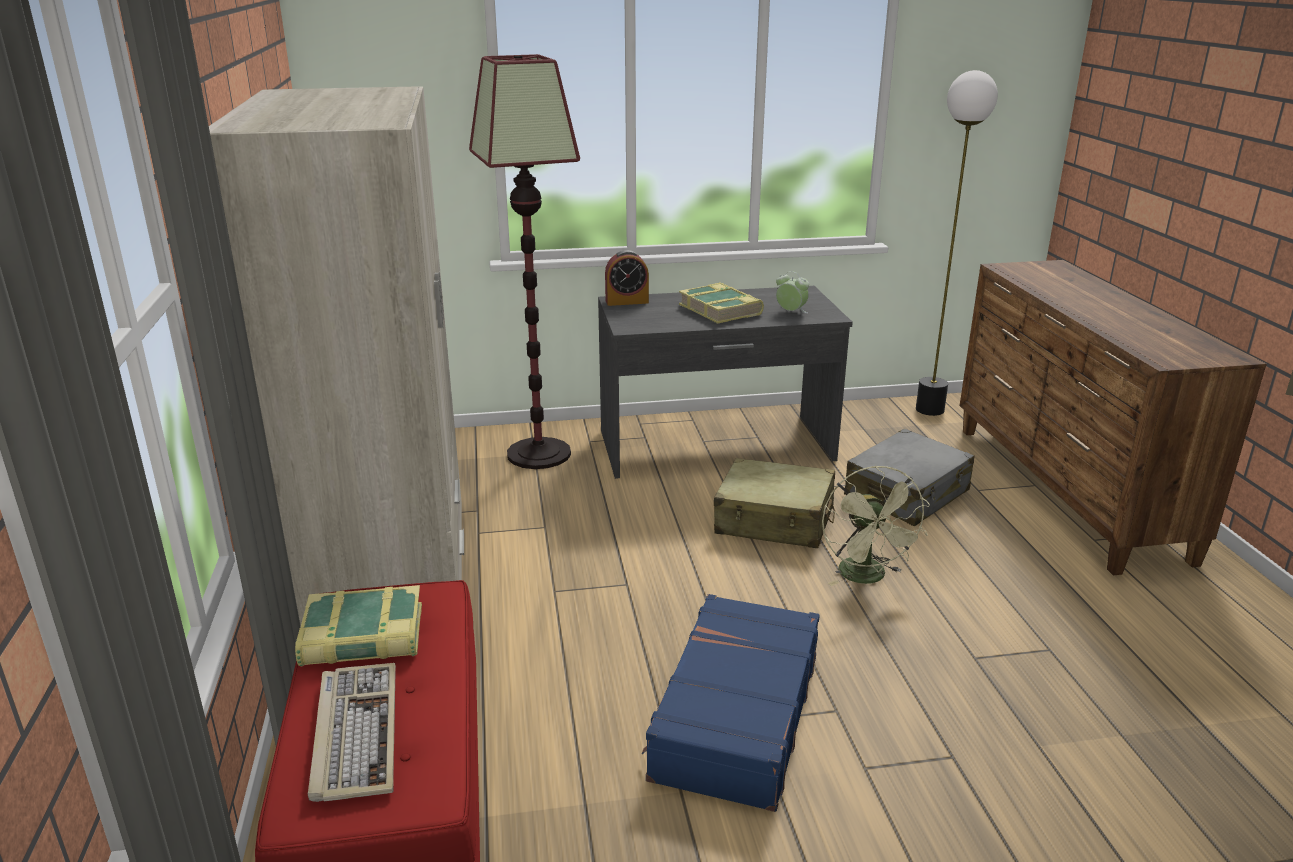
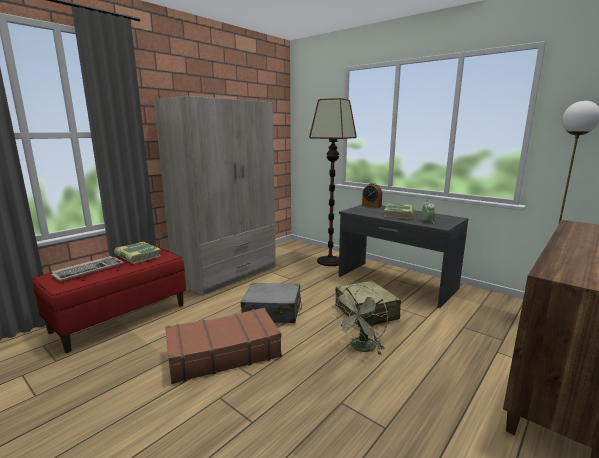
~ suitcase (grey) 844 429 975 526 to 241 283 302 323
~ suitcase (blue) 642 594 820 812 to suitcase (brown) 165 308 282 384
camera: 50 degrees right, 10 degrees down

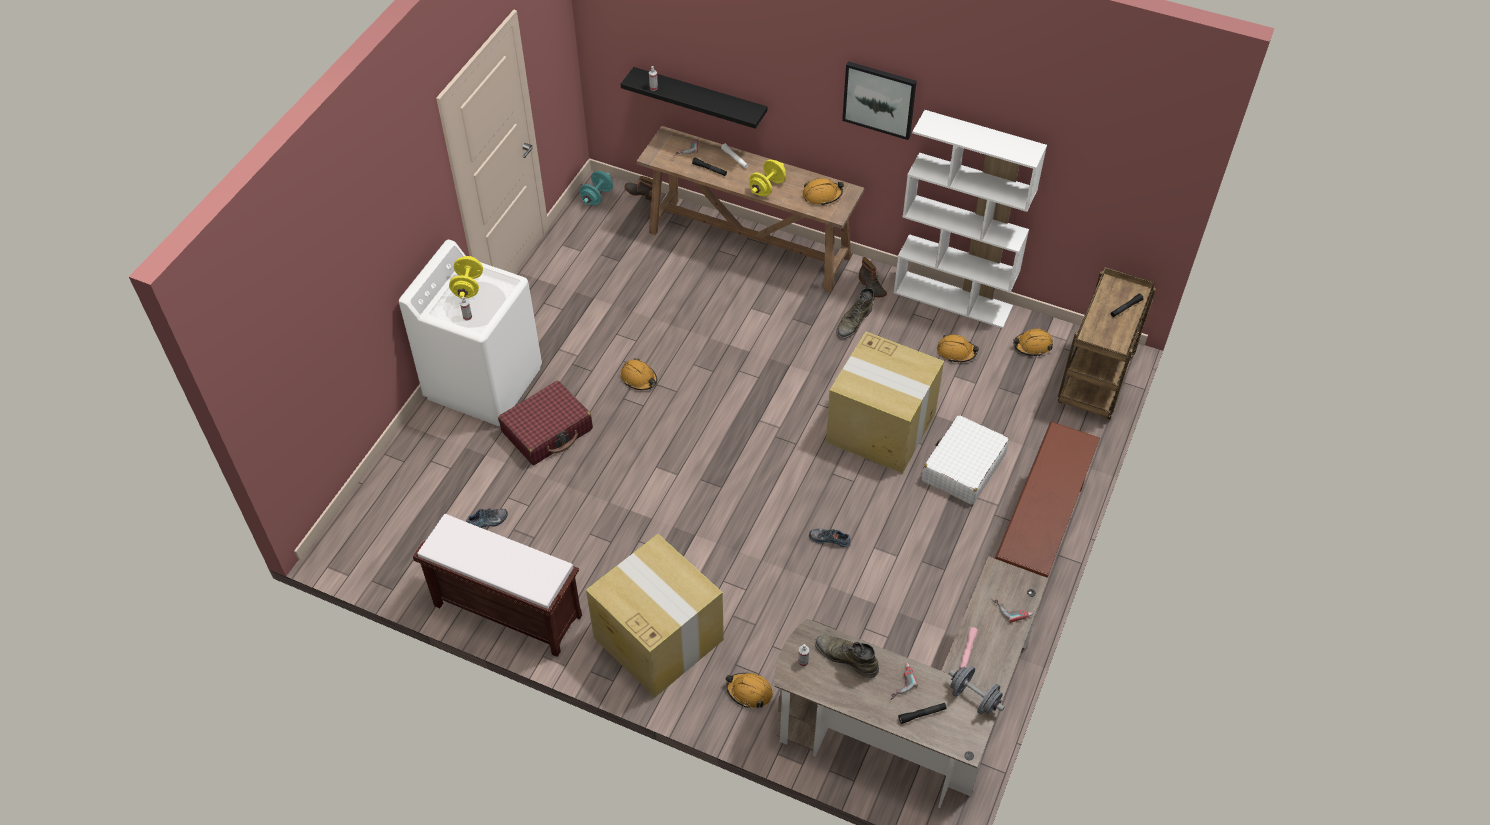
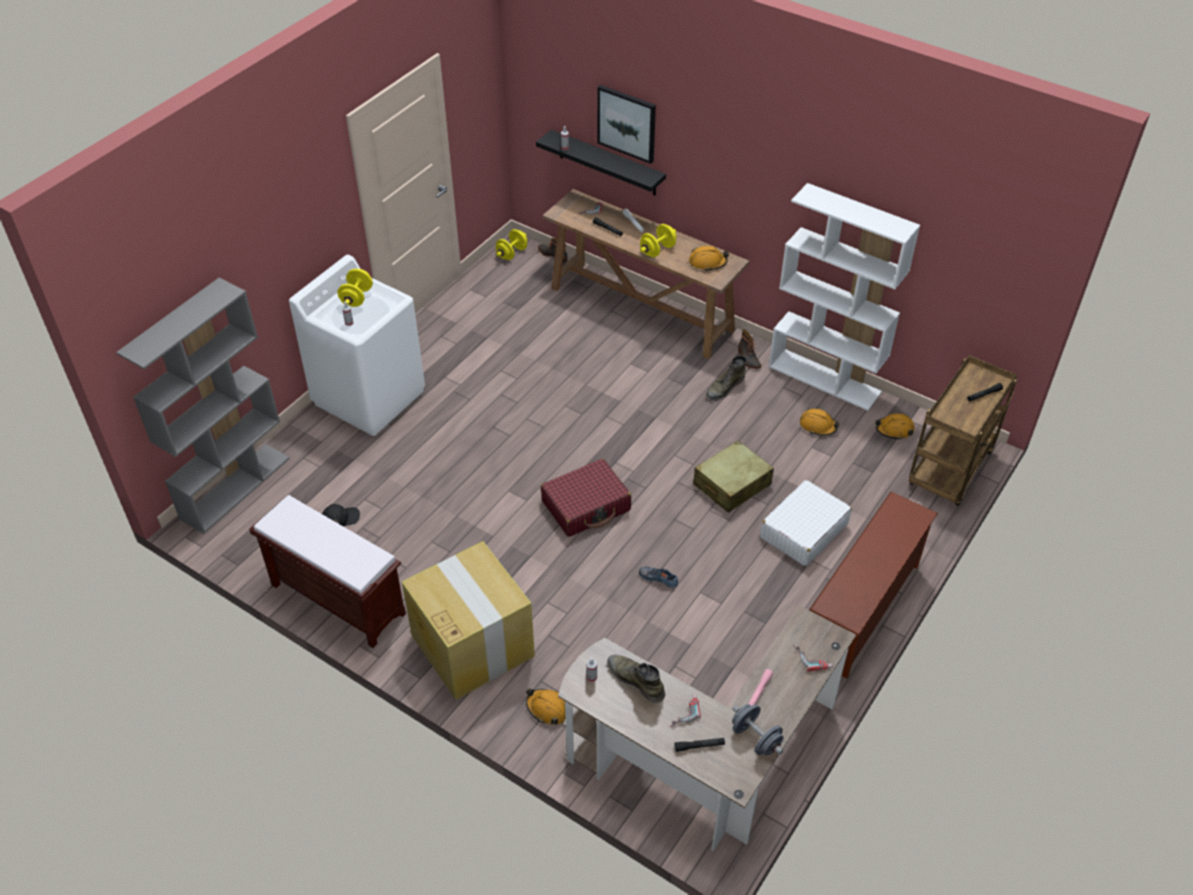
- hard hat (orange) 621 358 657 390
+ bookcase (grey) 116 278 290 534
~ suitcase (red) 498 380 593 465 to 541 459 631 537
~ picture 842 61 917 140 to 597 85 656 164
~ shoe 467 508 508 528 to cap (black) 322 504 360 527
~ cardboard box 826 332 944 473 to suitcase (beige) 693 441 774 513
~ dumbbell (turquoise) 580 171 613 205 to dumbbell (yellow) 496 229 527 260
camera: 10 degrees right, 5 degrees down

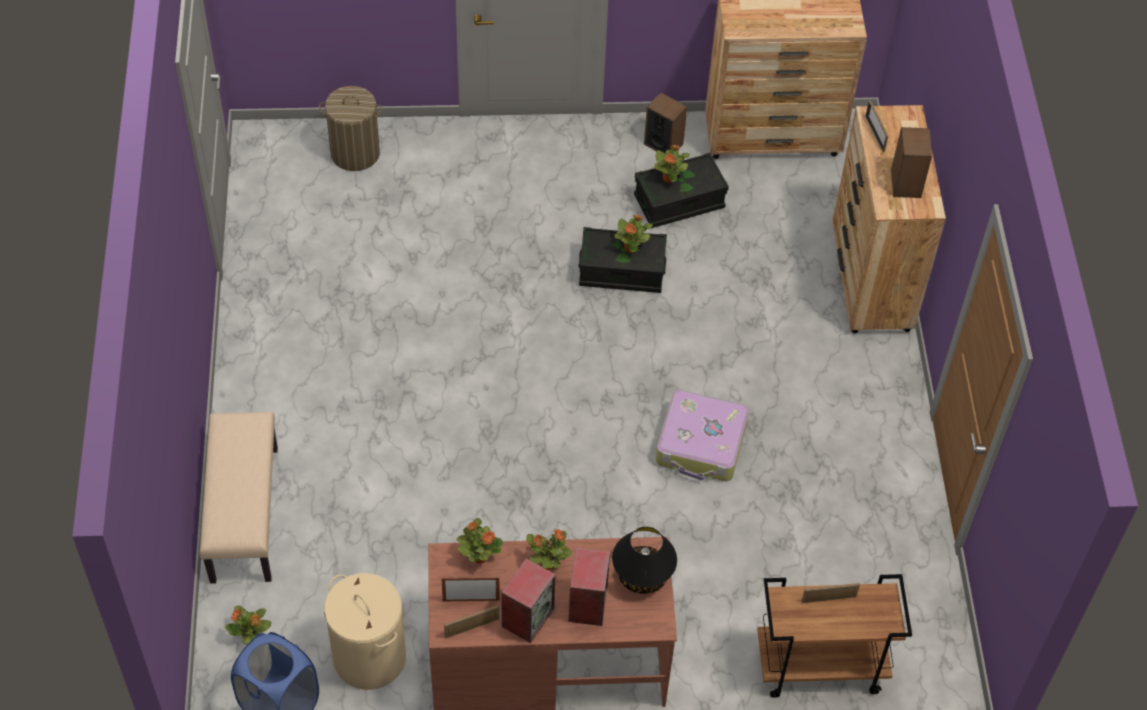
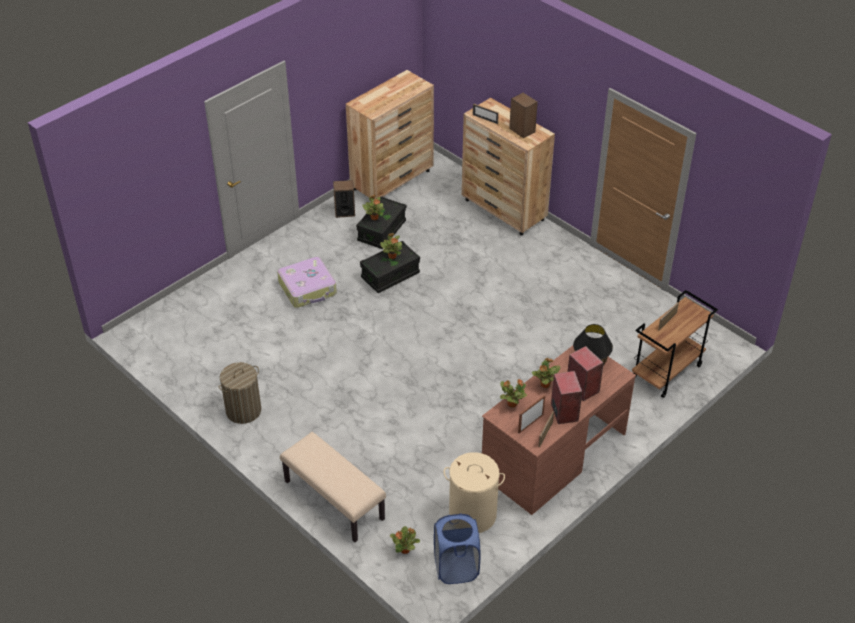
~ laundry basket 319 86 382 171 to 218 362 261 424
~ suitcase 656 390 749 481 to 277 257 337 308
camera: 40 degrees left, 10 degrees down

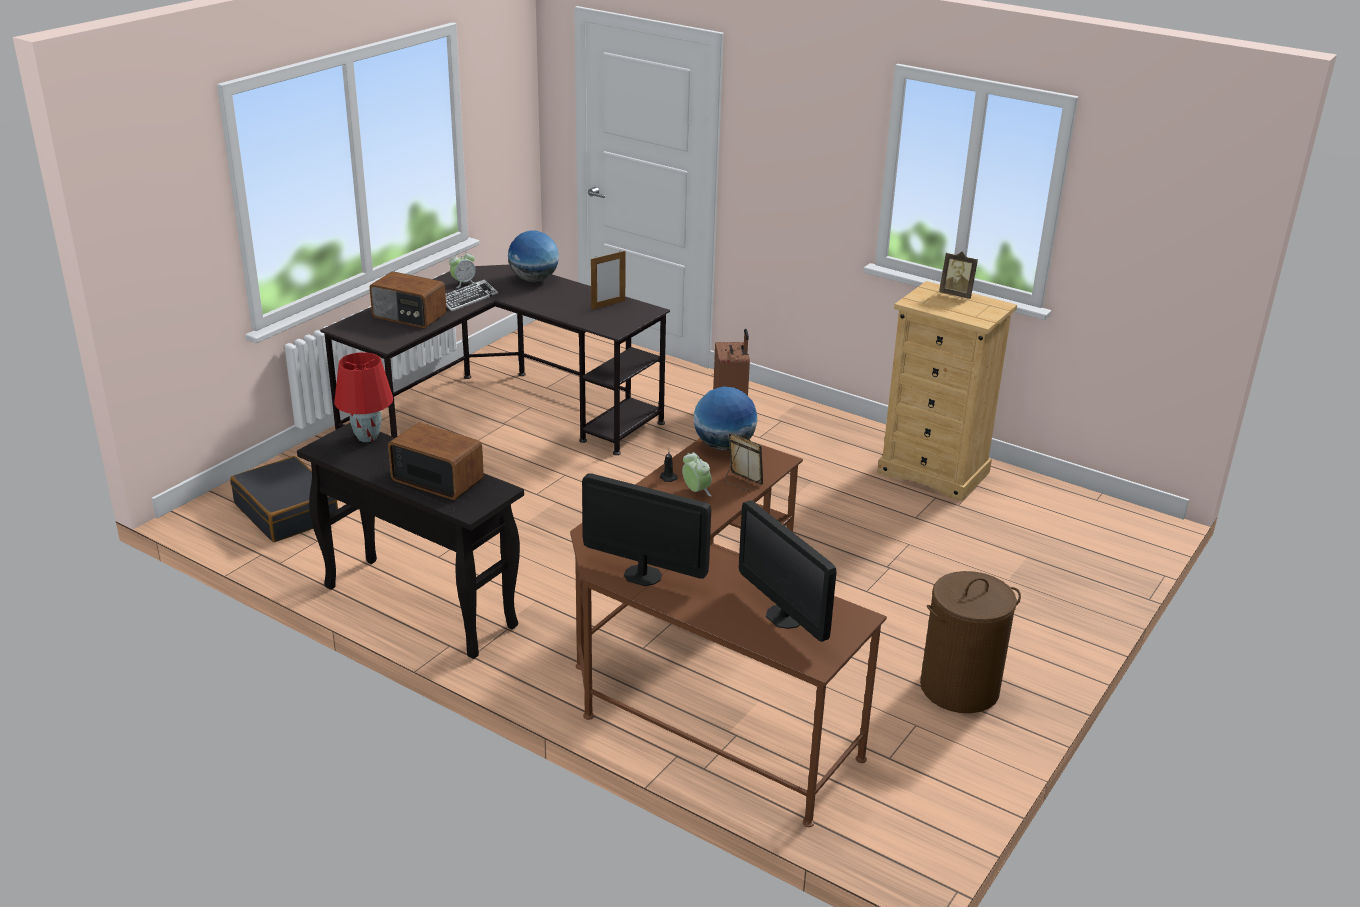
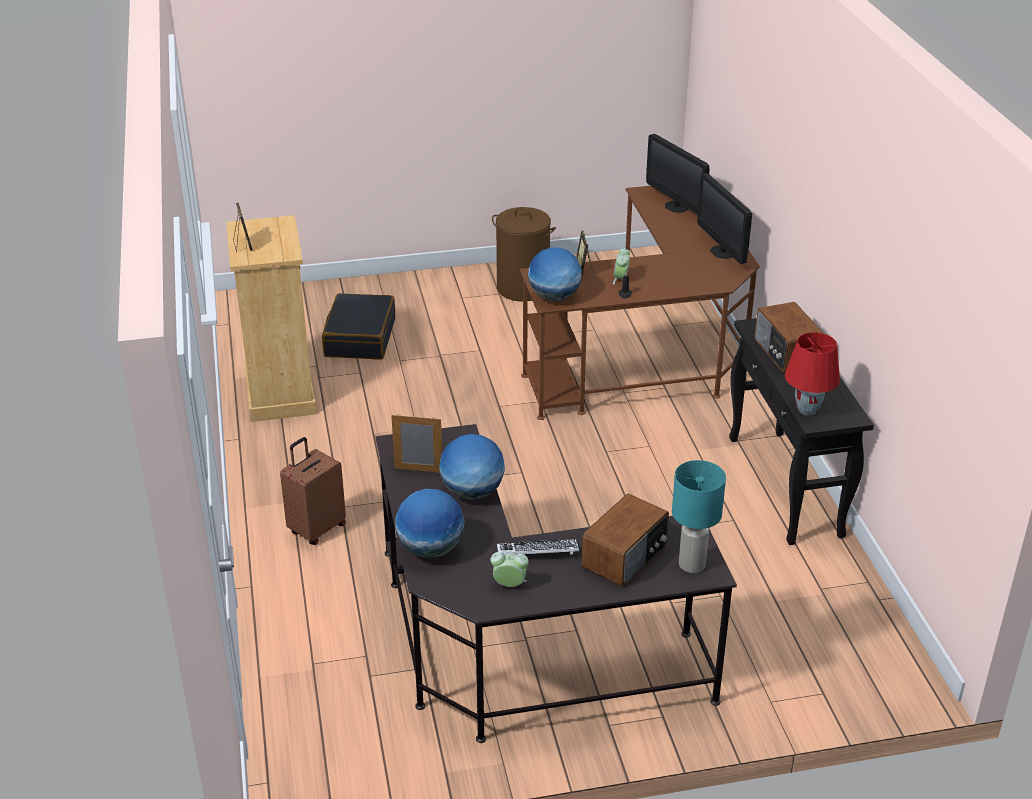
+ globe 440 434 505 500
+ table lamp (turquoise) 672 460 726 573
~ suitcase (black) 230 456 338 542 to 322 293 395 360
~ radio 369 271 447 328 = 582 493 669 587 60 degrees clockwise
~ monitor 739 500 836 642 = 646 134 710 214 135 degrees clockwise
camera: 135 degrees left, 5 degrees up

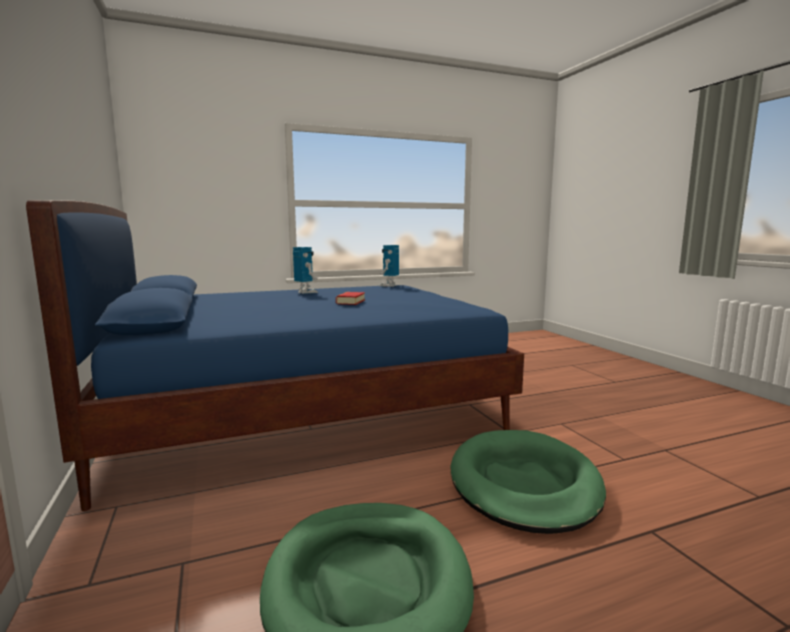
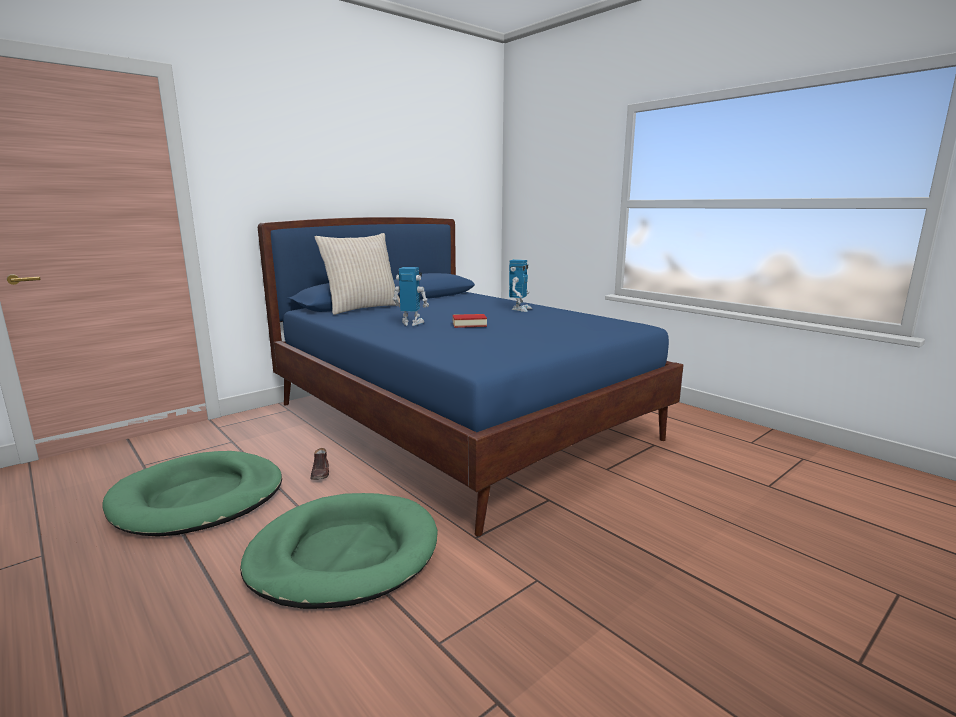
+ shoe (brown) 311 448 329 480
+ pillow (beige) 315 233 400 315
~ toy robot 379 245 399 286 to 392 267 429 326
camera: 70 degrees right, 5 degrees up

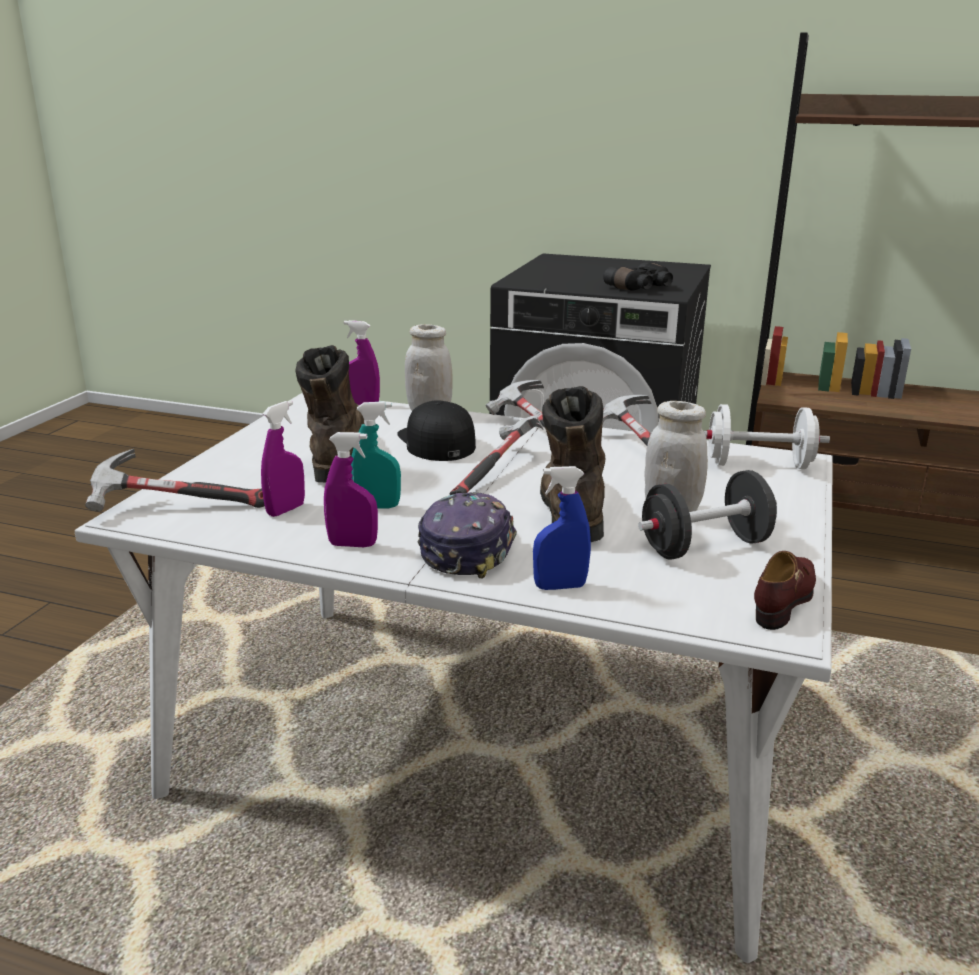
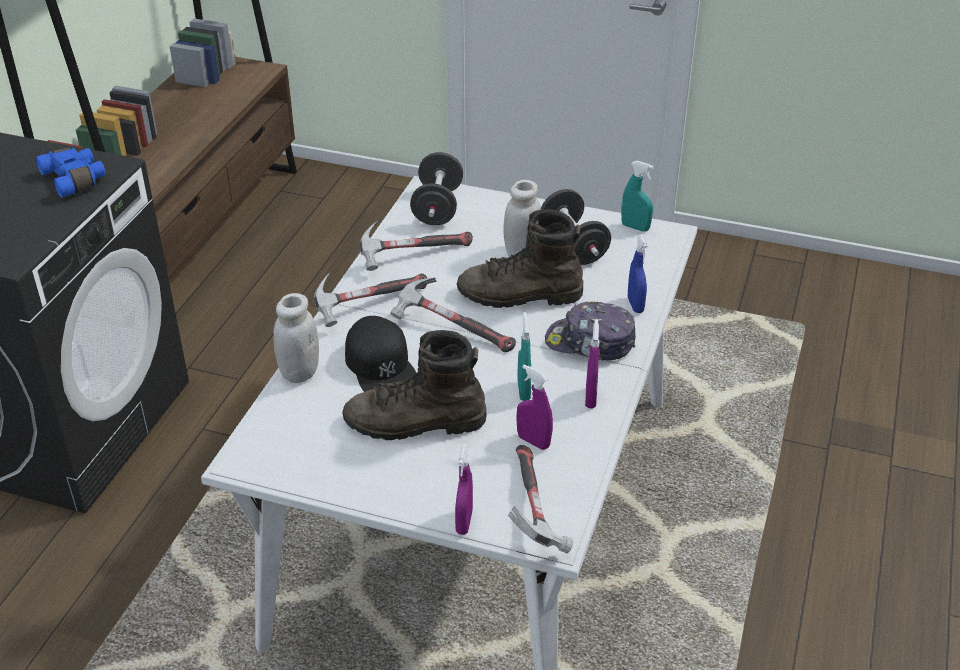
~ spray bottle (purple) 344 320 380 405 to 455 444 473 535
~ shoe (brown) 754 551 816 630 to spray bottle (turquoise) 621 161 654 232
~ binoculars (black) 603 262 673 291 to binoculars (blue) 36 147 106 198
~ dumbbell (white) 704 404 830 469 to dumbbell (black) 410 152 463 225
~ cap (black) 397 400 476 461 = 345 316 416 392 90 degrees counterclockwise
camera: 90 degrees left, 15 degrees up

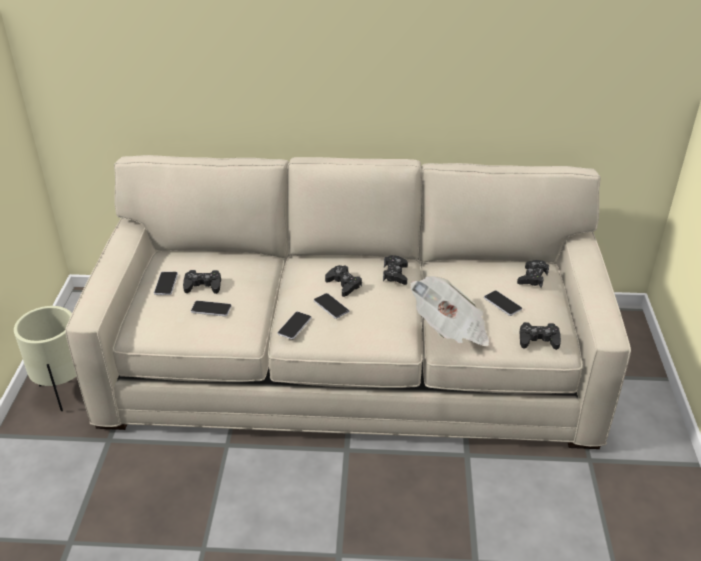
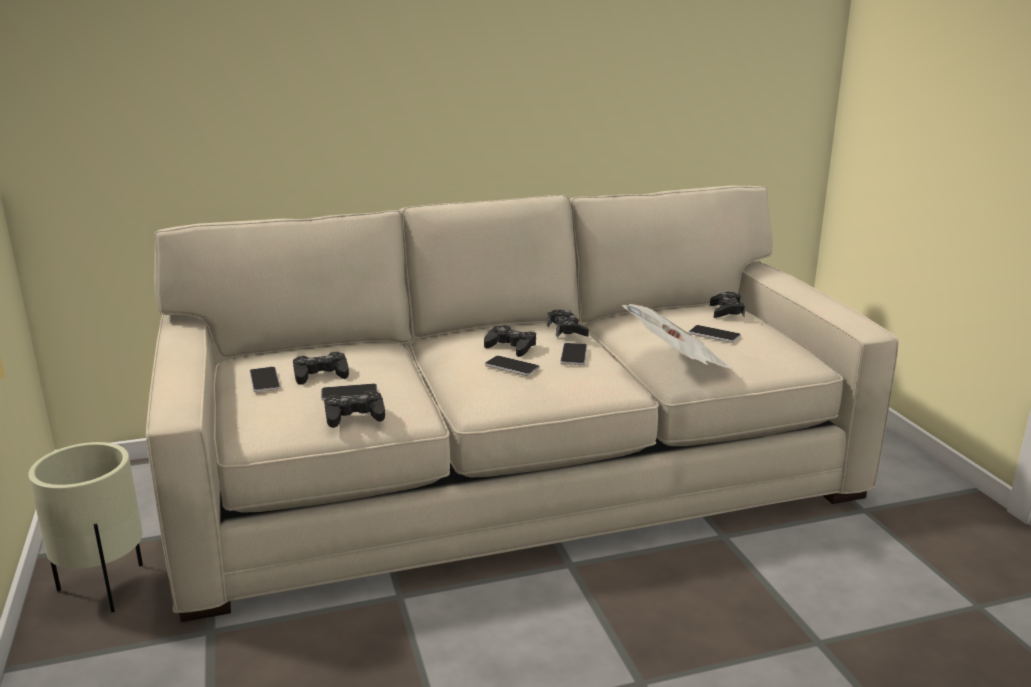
~ phone 277 312 312 339 to 560 343 587 365
~ game controller (black) 519 322 561 350 to 324 390 385 428
camera: 20 degrees left, 15 degrees down

